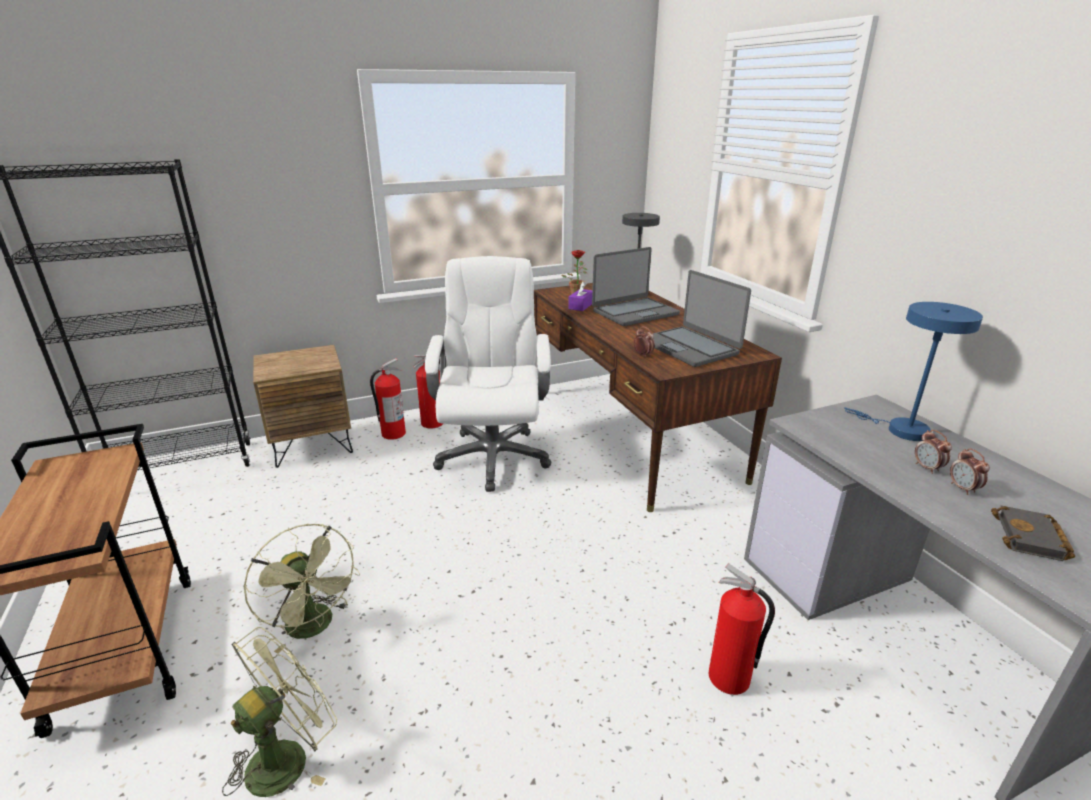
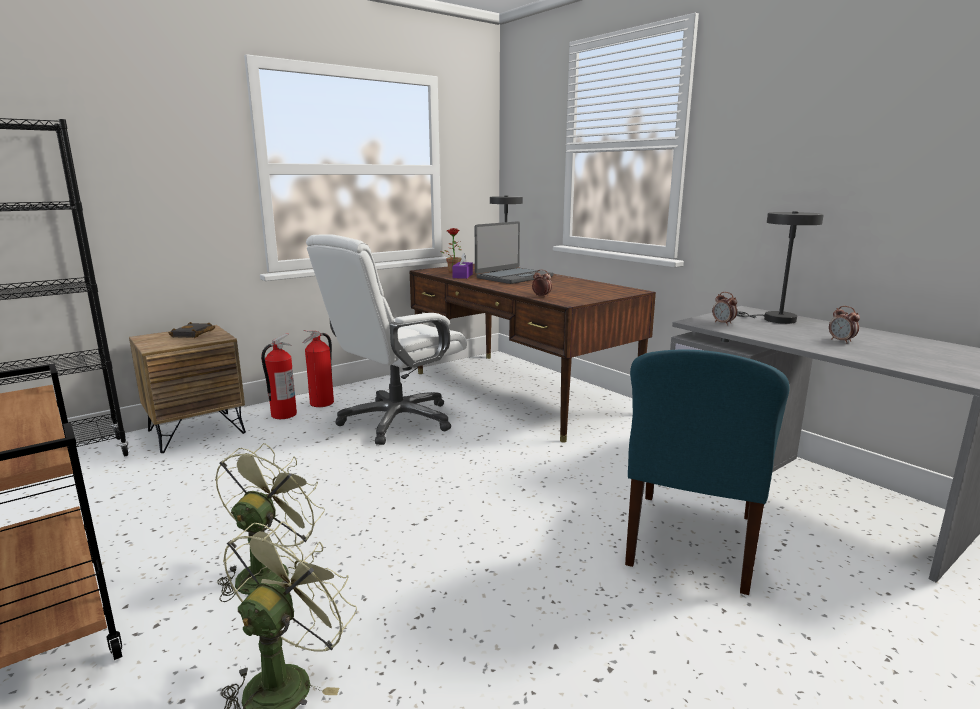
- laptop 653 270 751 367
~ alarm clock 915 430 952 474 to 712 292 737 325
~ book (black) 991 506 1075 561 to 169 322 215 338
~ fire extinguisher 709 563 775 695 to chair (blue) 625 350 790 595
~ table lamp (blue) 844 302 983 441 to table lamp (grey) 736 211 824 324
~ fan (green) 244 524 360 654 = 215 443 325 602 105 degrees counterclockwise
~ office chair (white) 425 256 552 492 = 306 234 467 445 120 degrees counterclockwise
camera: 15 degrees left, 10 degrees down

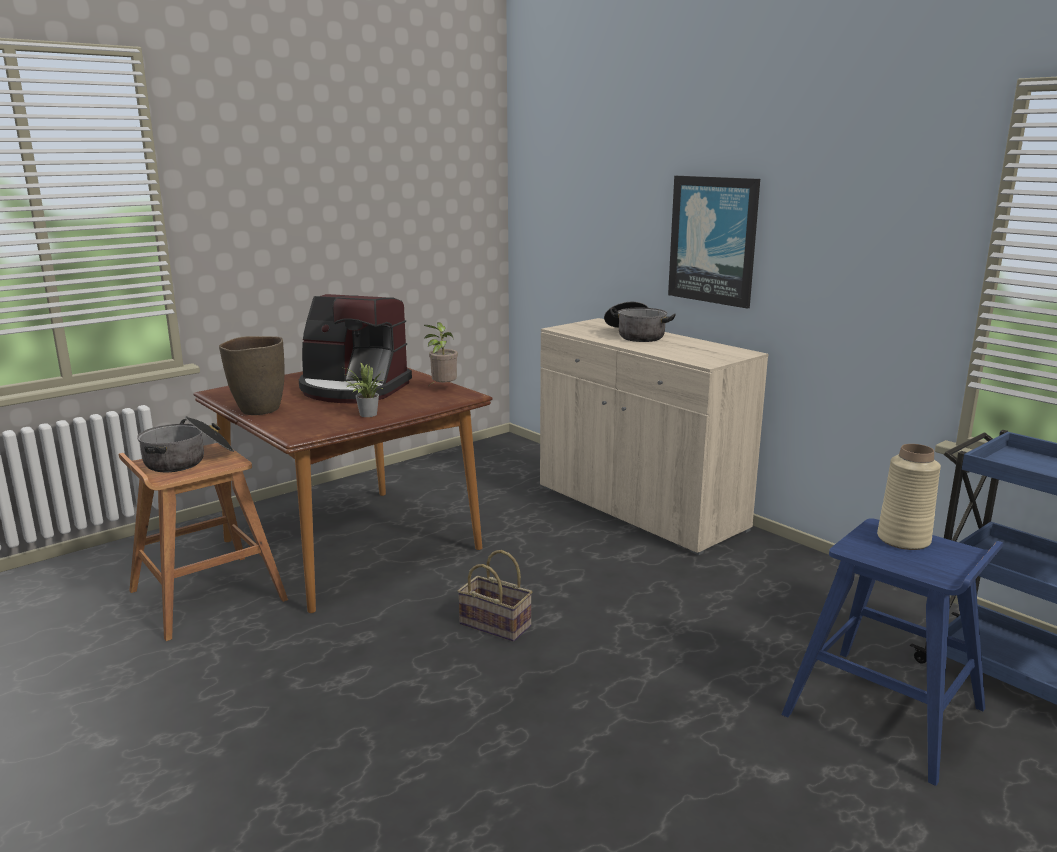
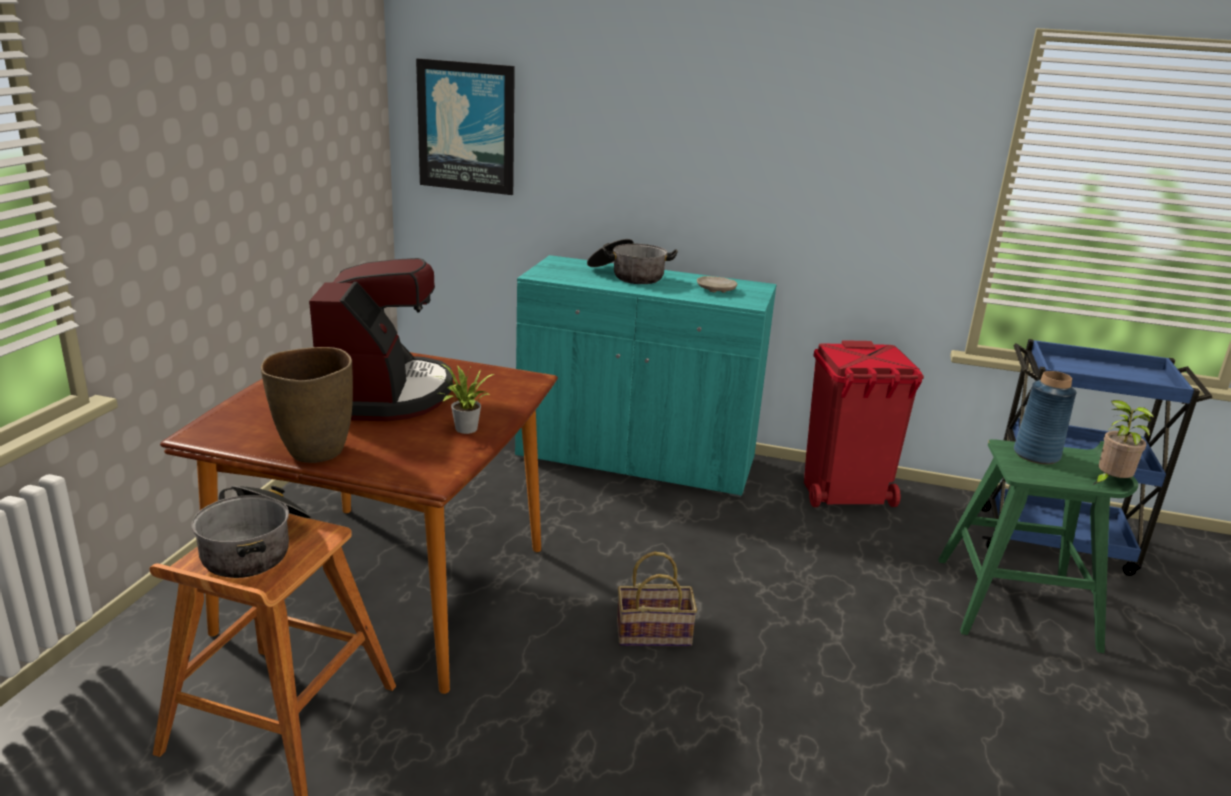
+ plate (beige) 697 276 737 293
+ trash can (red) 804 340 924 507
~ potted plant 424 322 458 385 to 1093 400 1154 485
~ picture 668 176 760 309 to 416 58 515 195
~ cabinet (beige) 540 318 769 555 to cabinet (turquoise) 515 255 777 497
~ stool (blue) 781 518 1003 786 to stool (green) 938 439 1138 653
~ vase (beige) 877 444 941 550 to vase (blue) 1014 371 1076 464
~ coffee machine 299 294 412 404 = 309 258 453 421 75 degrees counterclockwise
camera: 35 degrees left, 5 degrees up

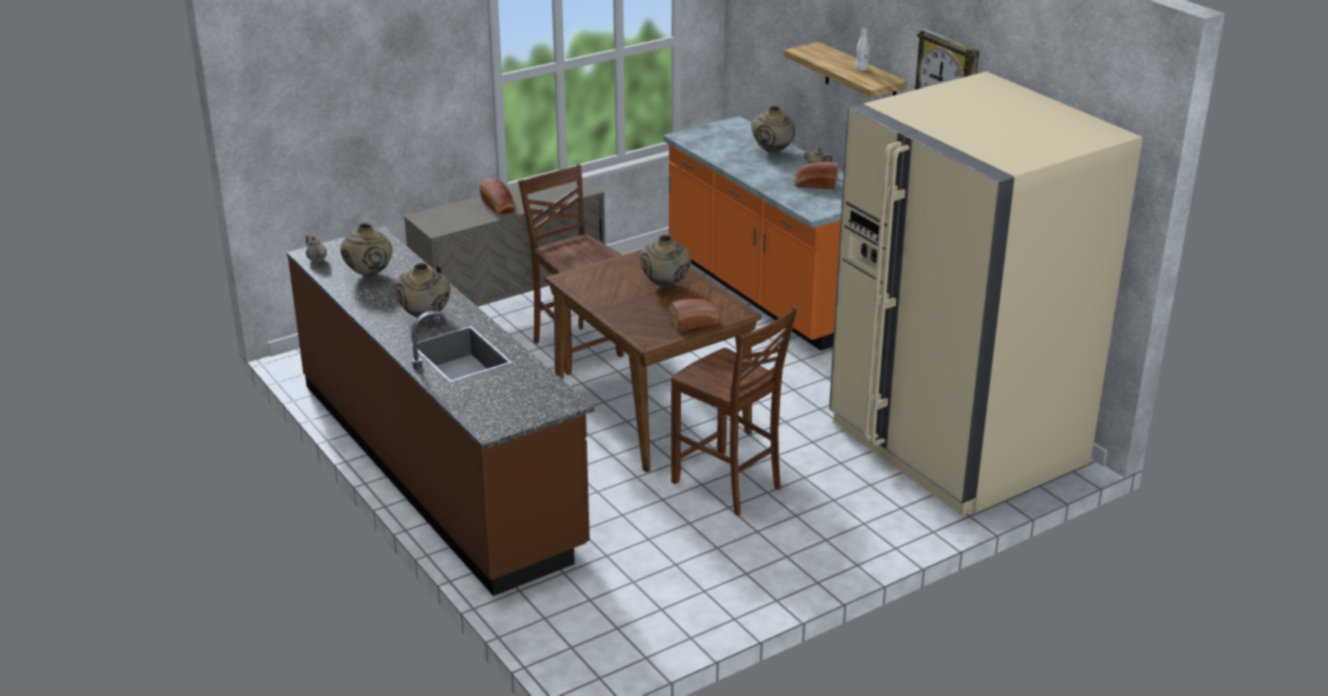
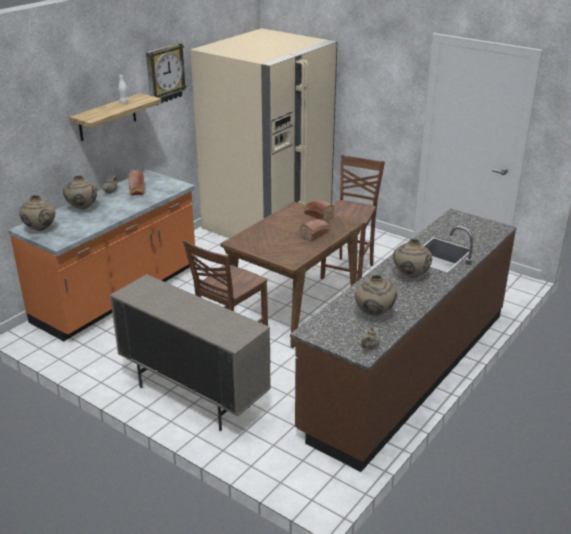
~ bread 479 178 516 215 to 300 219 329 242
~ vase (beige) 640 235 691 287 to 19 195 55 231
camera: 110 degrees left, 0 degrees up

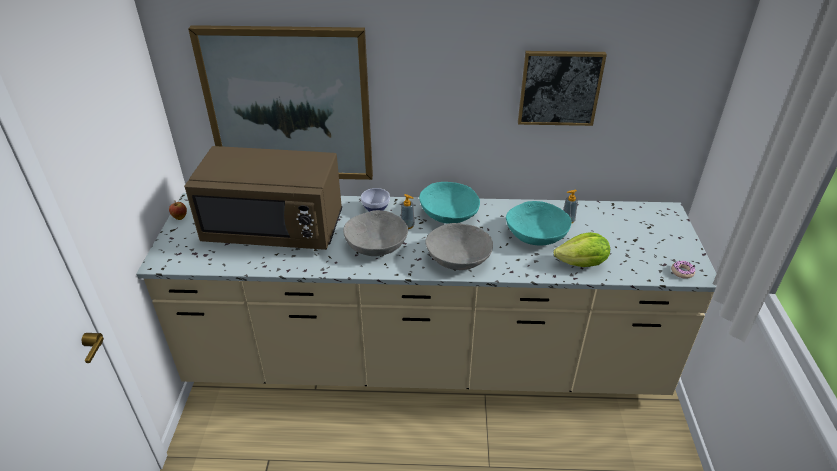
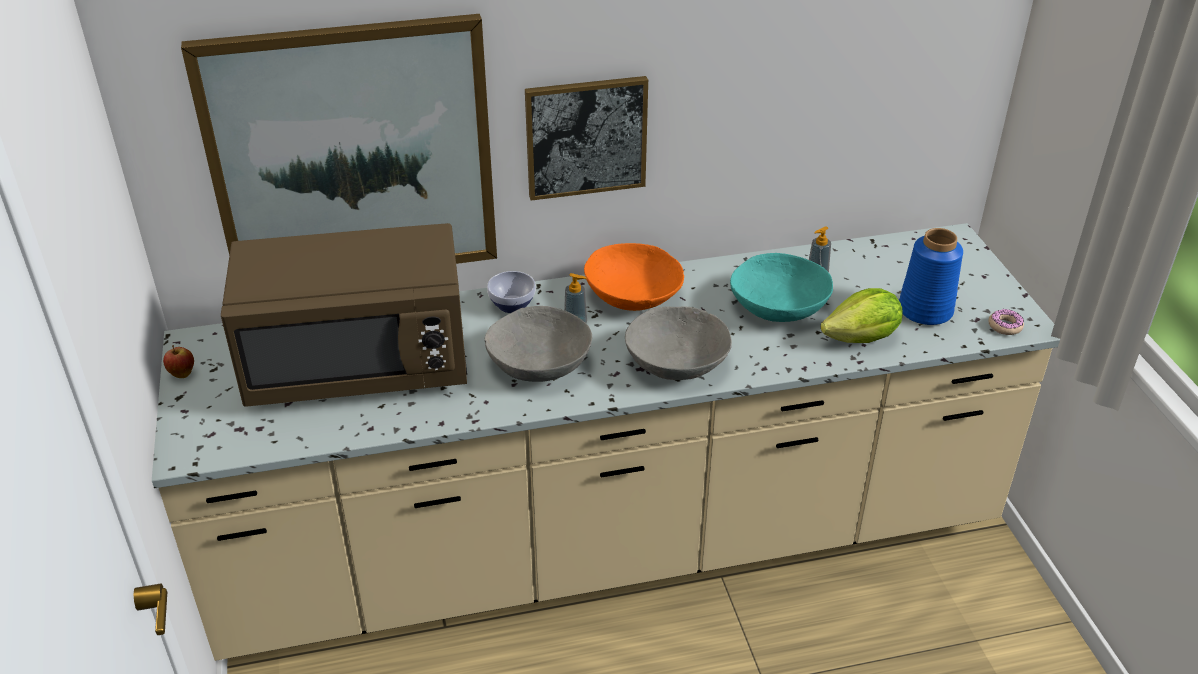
+ vase (blue) 899 228 963 325
~ picture 518 51 607 126 to 525 76 648 201
~ bowl (turquoise) 419 182 480 224 to bowl (orange) 584 243 684 311
camera: 15 degrees left, 0 degrees up

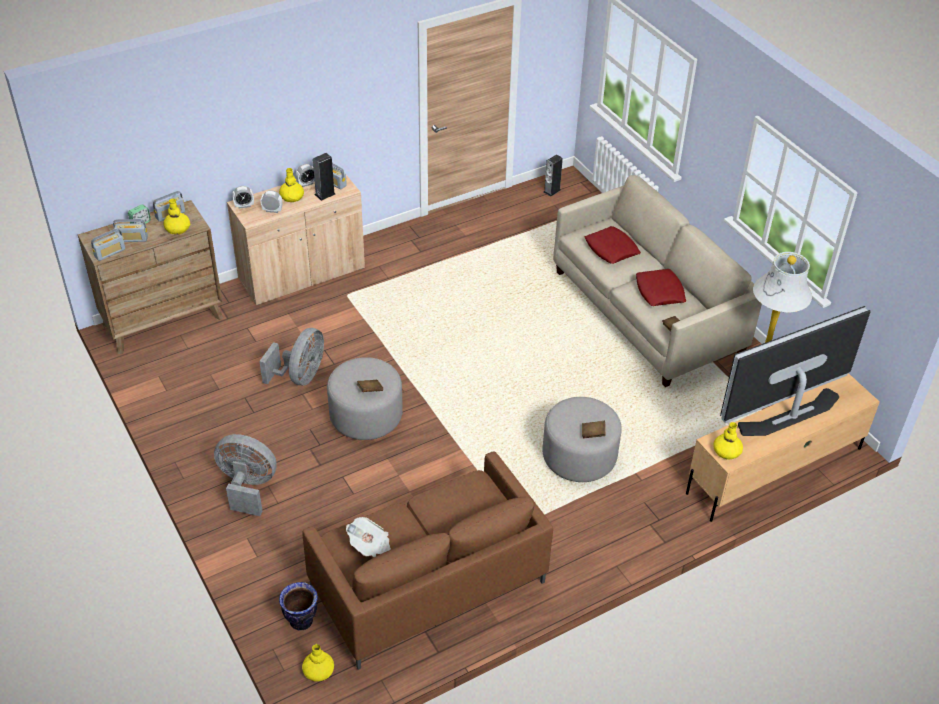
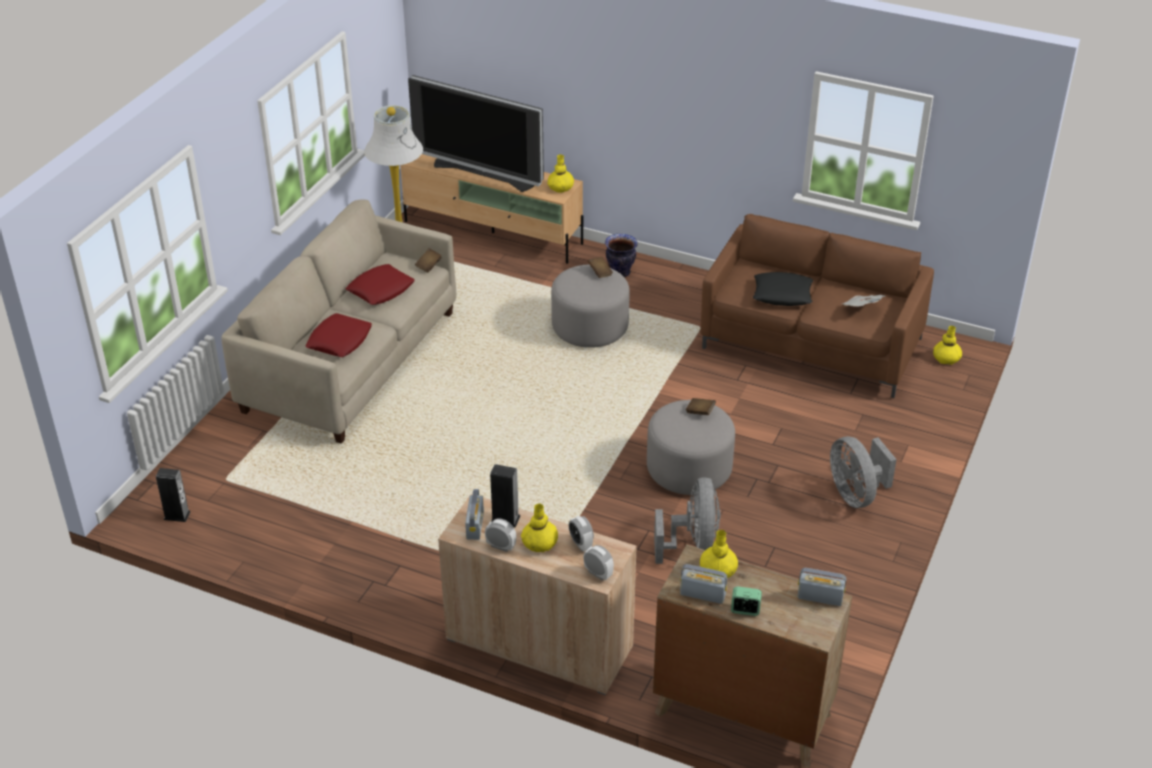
- radio 113 219 148 242
+ pillow (black) 753 272 813 306
~ vase 279 582 318 631 to 605 234 638 277
~ fan (grey) 259 328 324 385 = 654 477 720 564 105 degrees clockwise
camera: 125 degrees left, 5 degrees down

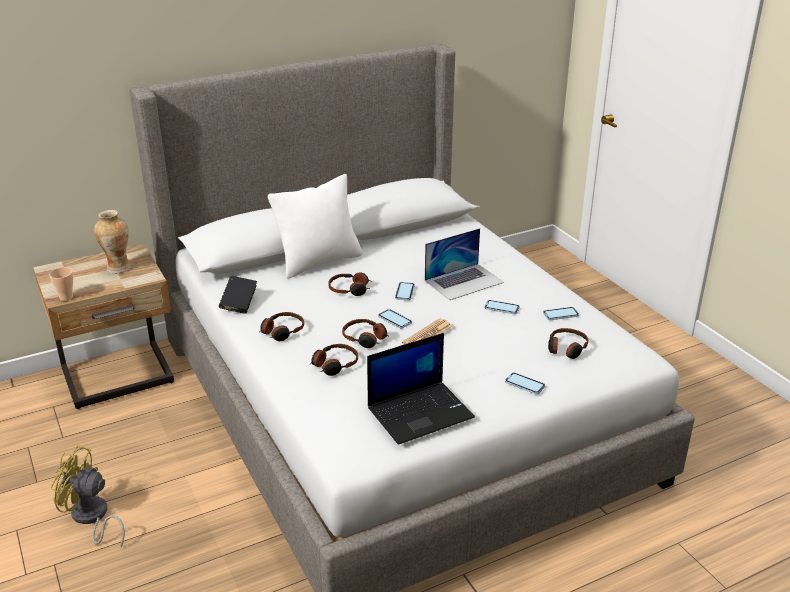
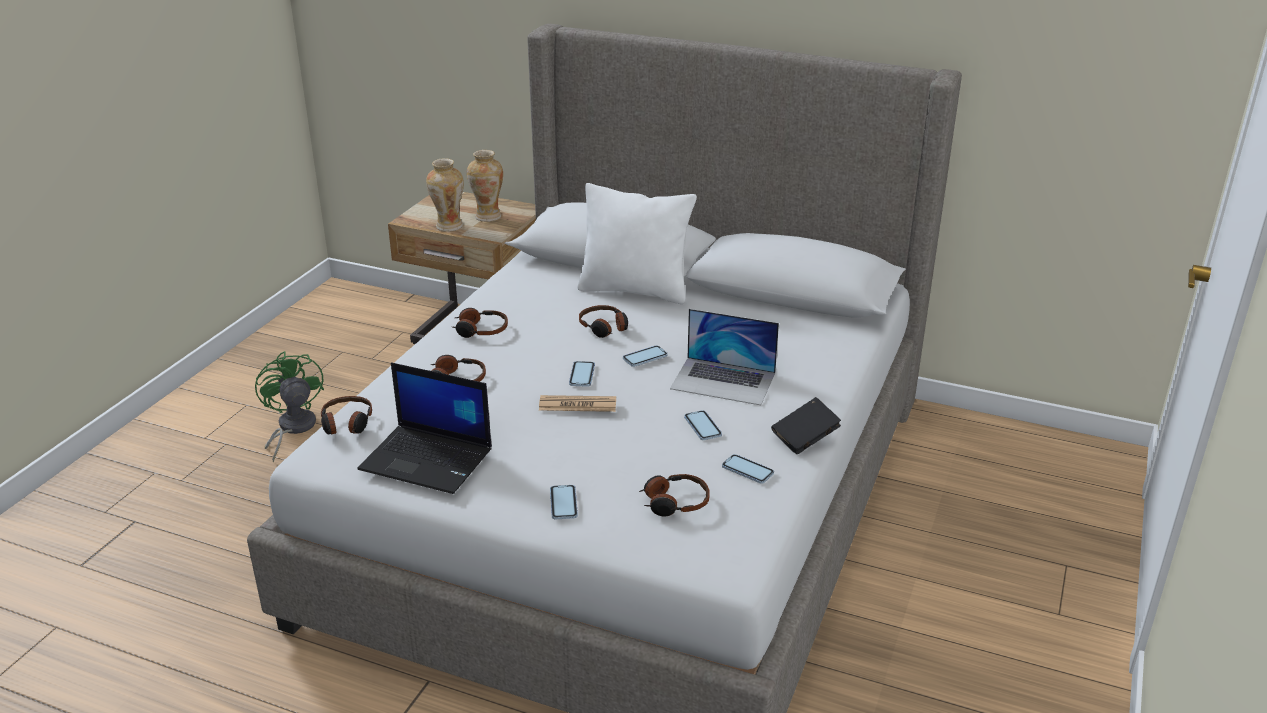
- cup 49 267 73 301
+ vase 426 158 464 232
~ book (black) 219 276 257 313 to 771 397 841 454
~ headphones 342 319 389 348 to 321 396 372 435
~ fan (yellow) 51 445 125 548 to fan (green) 255 351 324 463
camera: 50 degrees right, 0 degrees up

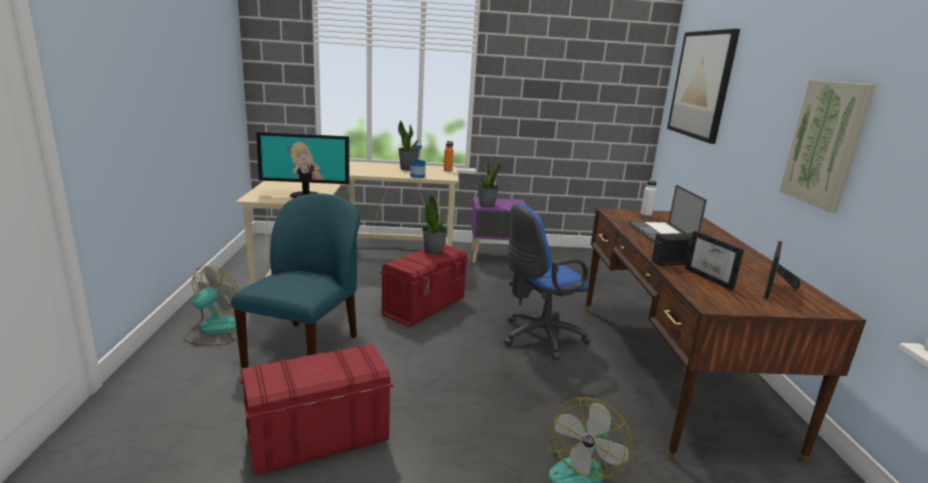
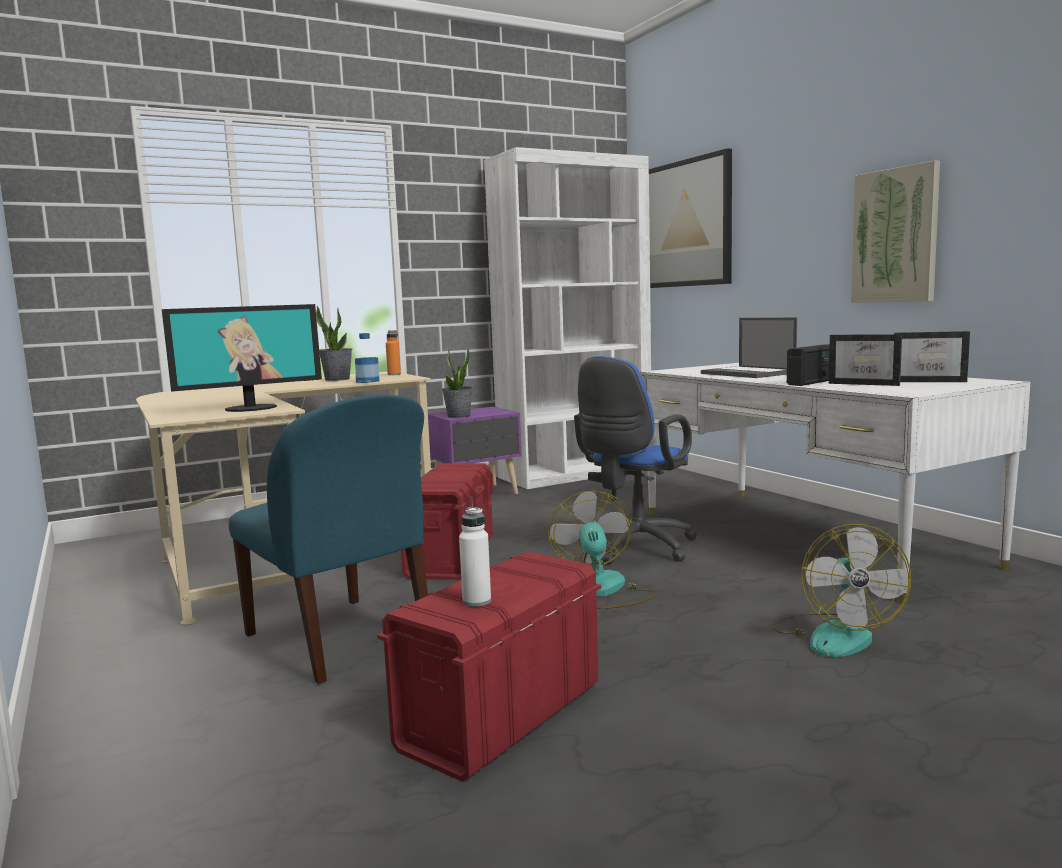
- potted plant 422 194 448 255
+ bookcase (white) 484 147 651 489
~ fan 184 266 239 346 to 548 491 656 609
~ bottle (white) 640 178 657 217 to 459 507 491 607
~ desk (brown) 585 208 866 464 to desk (white) 640 363 1030 603
~ chair (blue) 231 193 360 368 = 229 395 428 684 150 degrees clockwise
~ picture frame 764 241 801 299 = 894 331 970 382 75 degrees counterclockwise
camera: 25 degrees left, 10 degrees down

